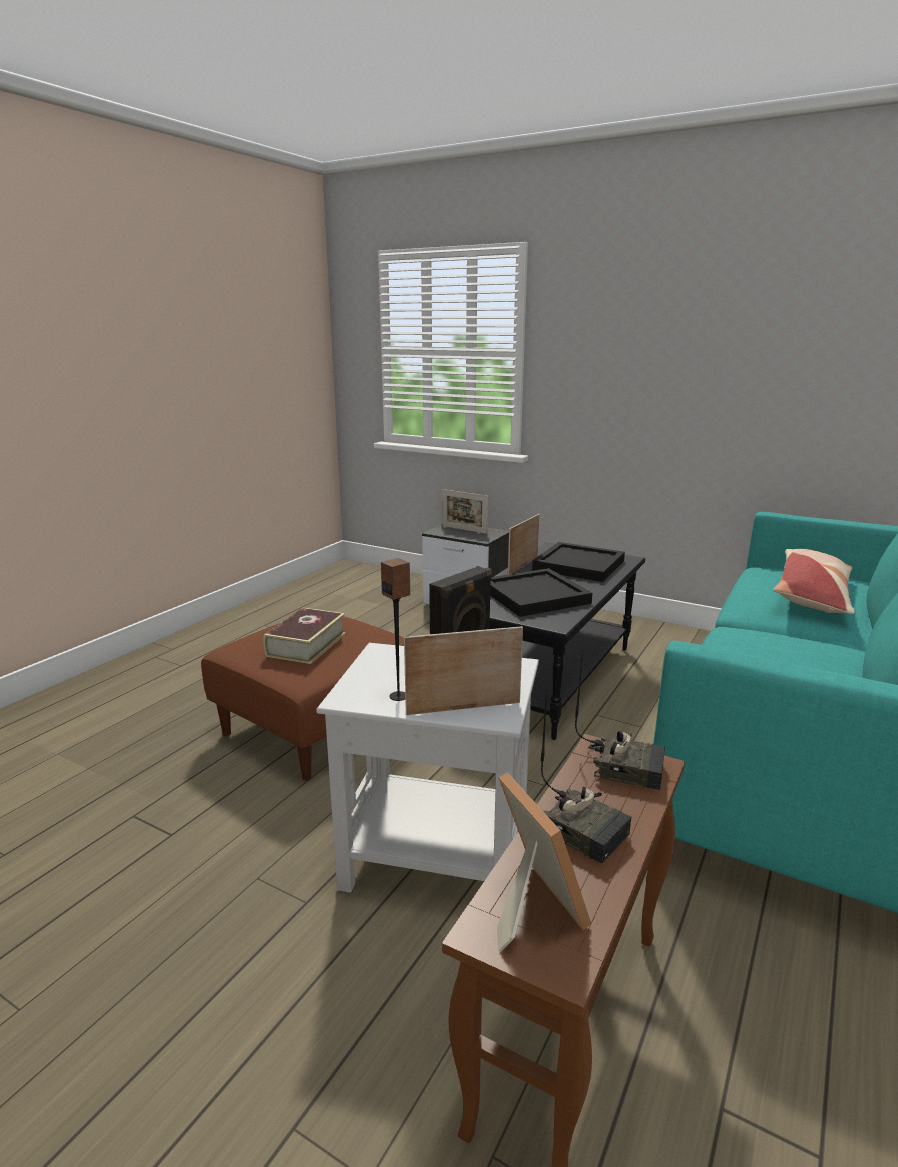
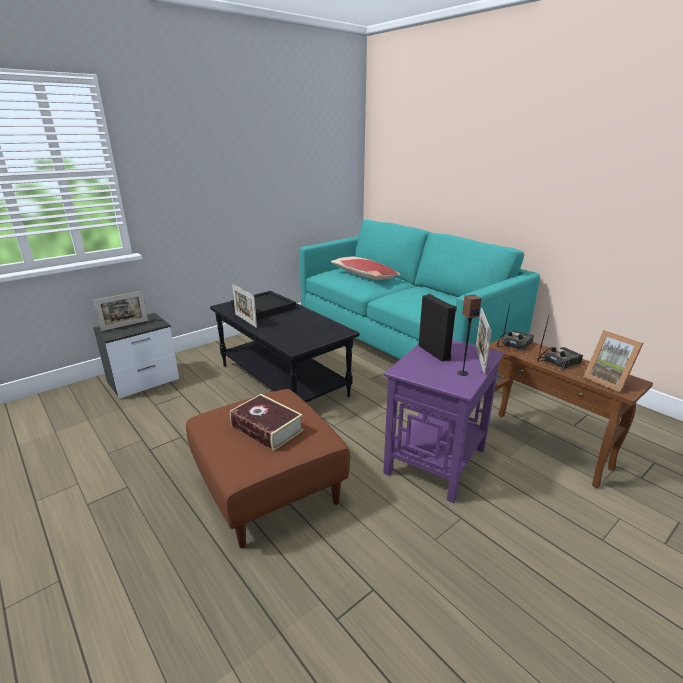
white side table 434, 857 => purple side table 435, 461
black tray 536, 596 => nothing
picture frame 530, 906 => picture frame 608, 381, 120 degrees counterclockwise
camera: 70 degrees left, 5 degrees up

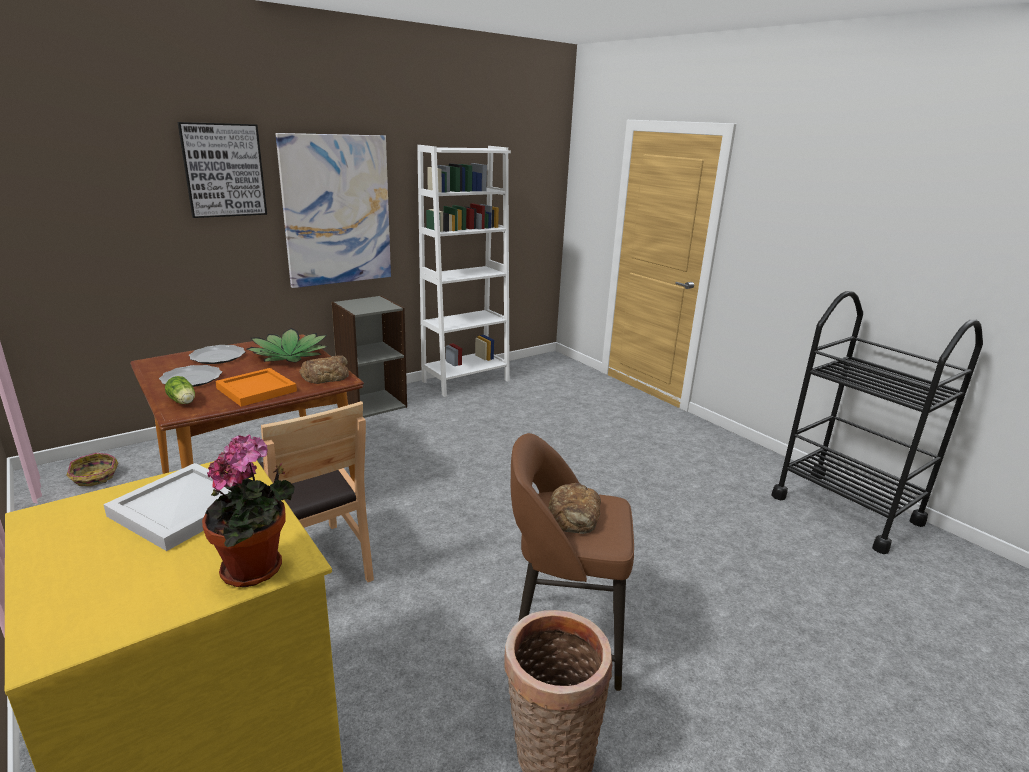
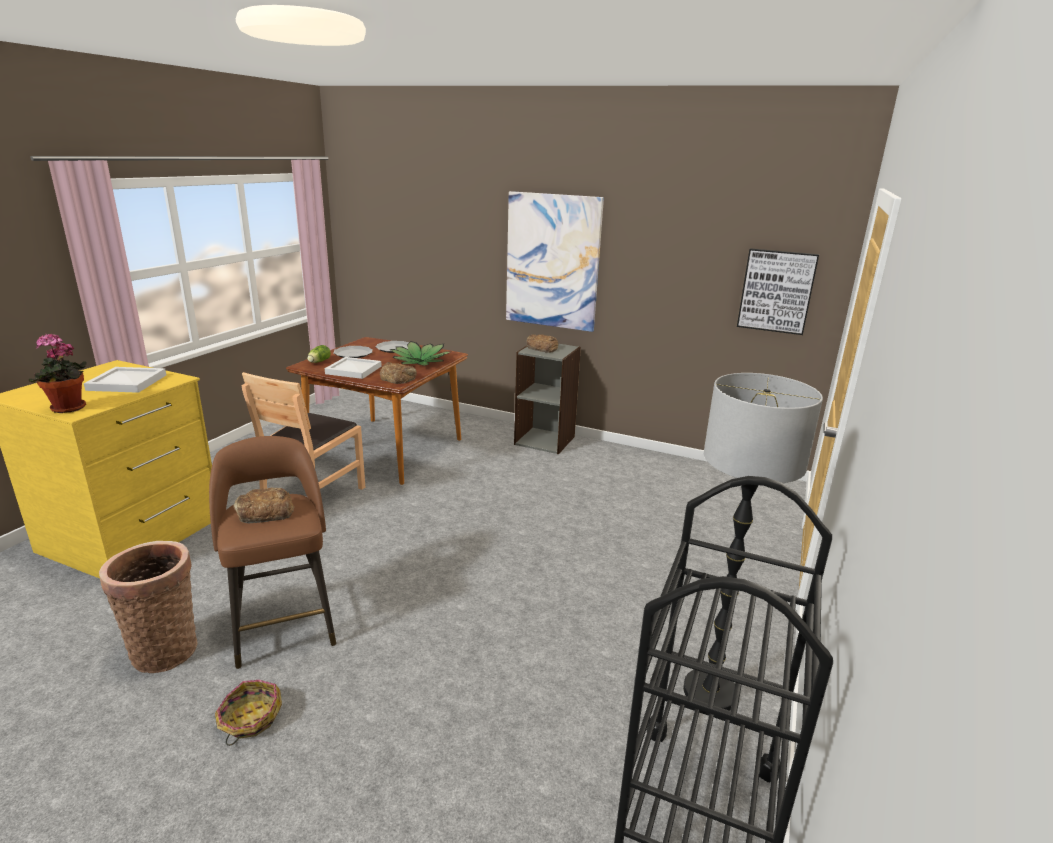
basket 94, 478 => basket 250, 719, moved
picture 224, 170 => picture 776, 291, moved
orange tray 255, 389 => white tray 353, 370
white bookcase 465, 381 => nothing
nothing => bread 542, 348
nothing => floor lamp 709, 692
camera: 60 degrees right, 0 degrees up

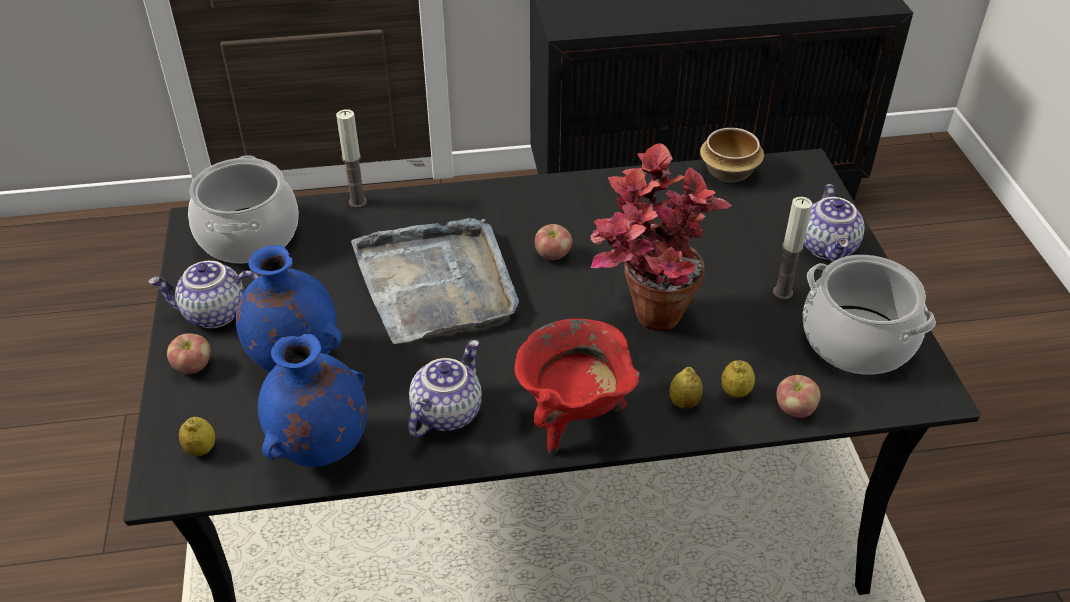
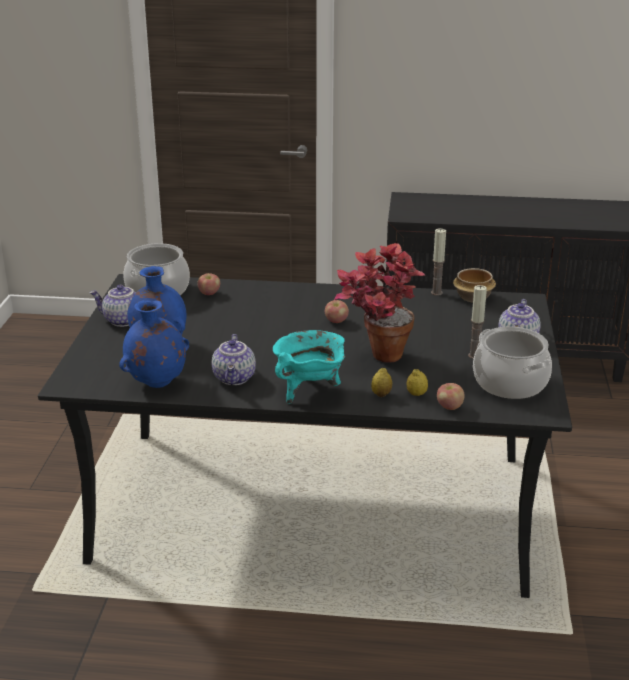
apple 193, 367 => apple 209, 293, moved
lemon 201, 449 => nothing
candle 357, 202 => candle 436, 292, moved
grey tray 437, 284 => nothing
teapot 445, 412 => teapot 235, 378, 135 degrees clockwise
red cooking pot 573, 417 => turquoise cooking pot 310, 391
camera: 15 degrees right, 15 degrees down

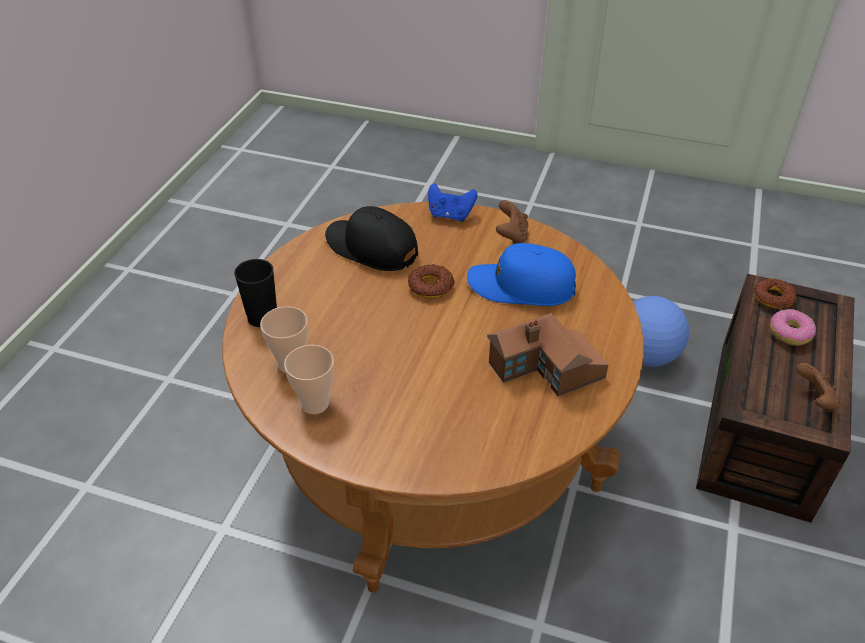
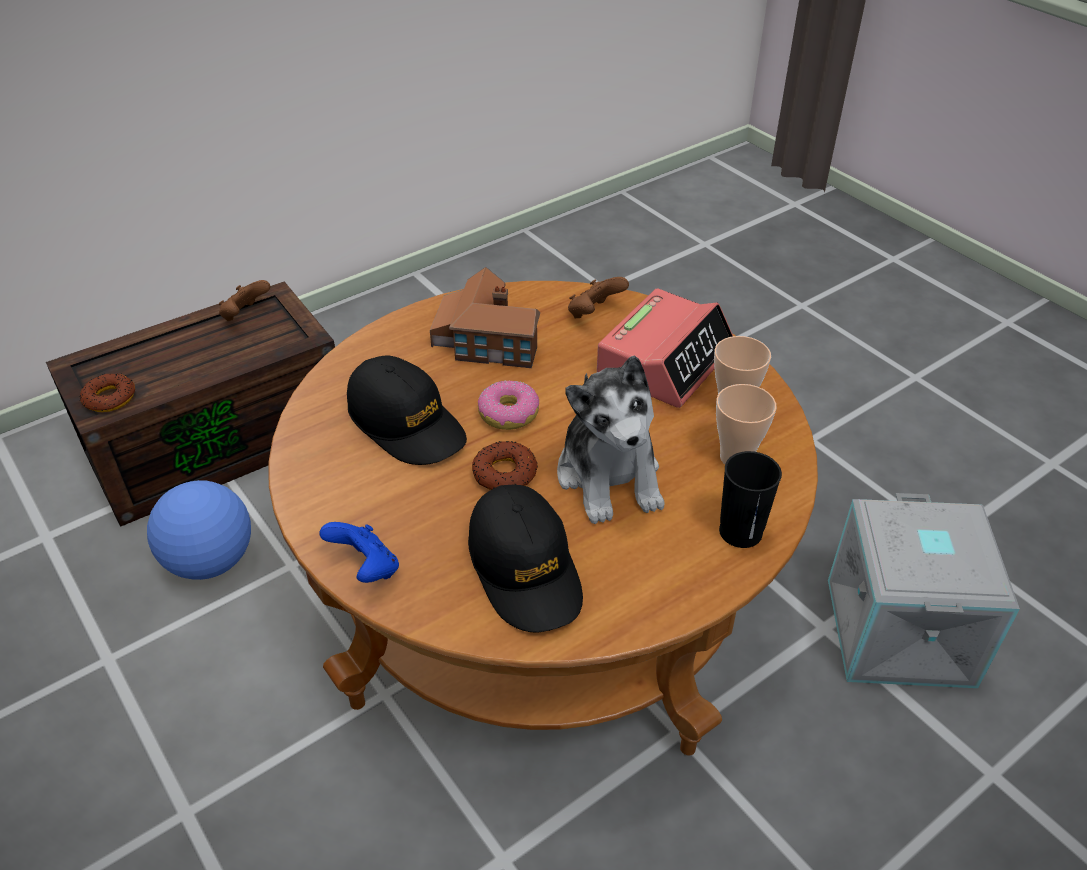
blue cap 521, 286 => black cap 407, 423
brown game controller 511, 236 => brown game controller 594, 314, moved
donut 789, 333 => donut 508, 414, moved
nothing => plush toy 610, 476
nothing => alarm clock 665, 360
nothing => grey storage box 902, 632
camera: 145 degrees left, 0 degrees up

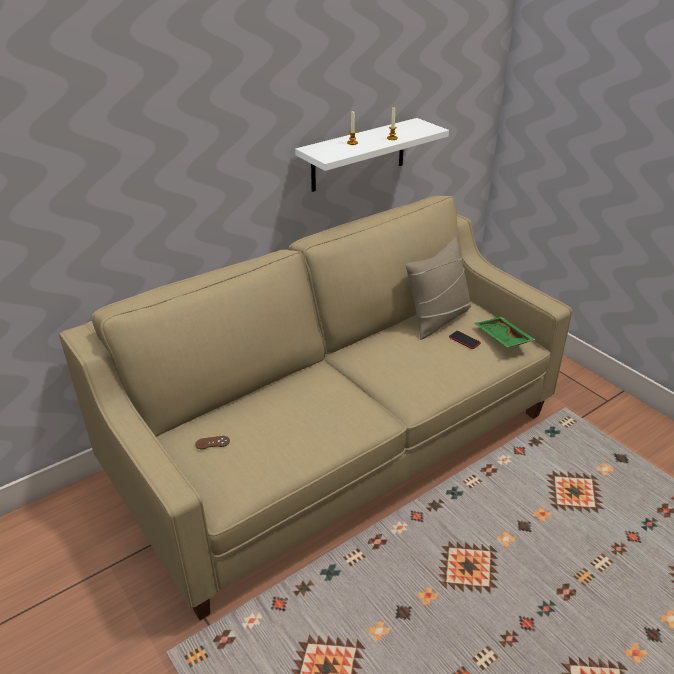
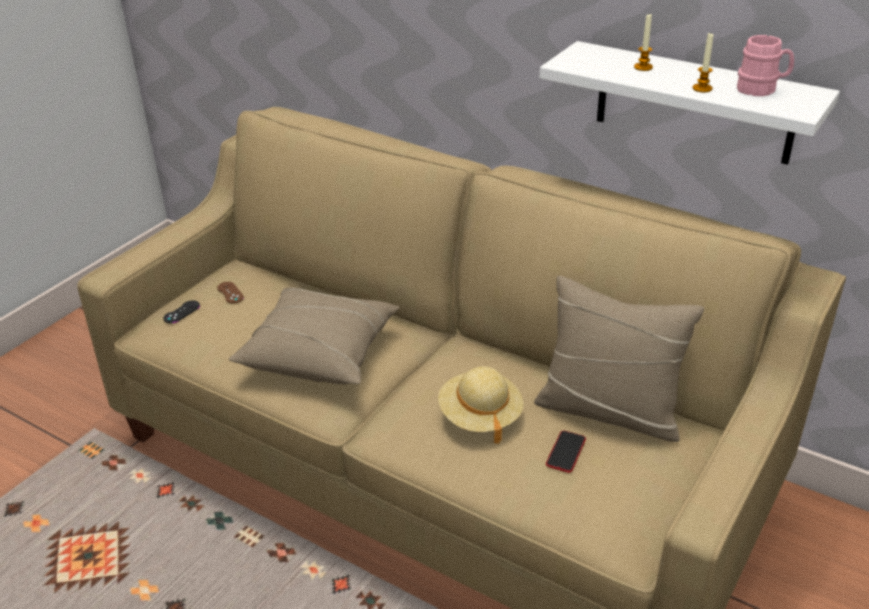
green tray 501, 338 => nothing
nothing => black game controller 181, 312
nothing => beige pillow 320, 353
nothing => beige hat 480, 416
nothing => pink mug 761, 89
camera: 70 degrees right, 0 degrees up

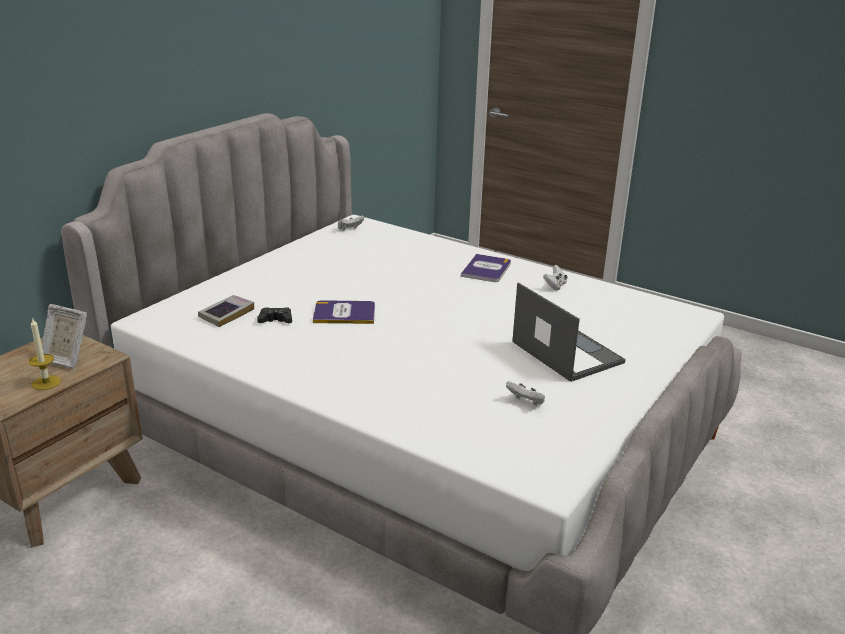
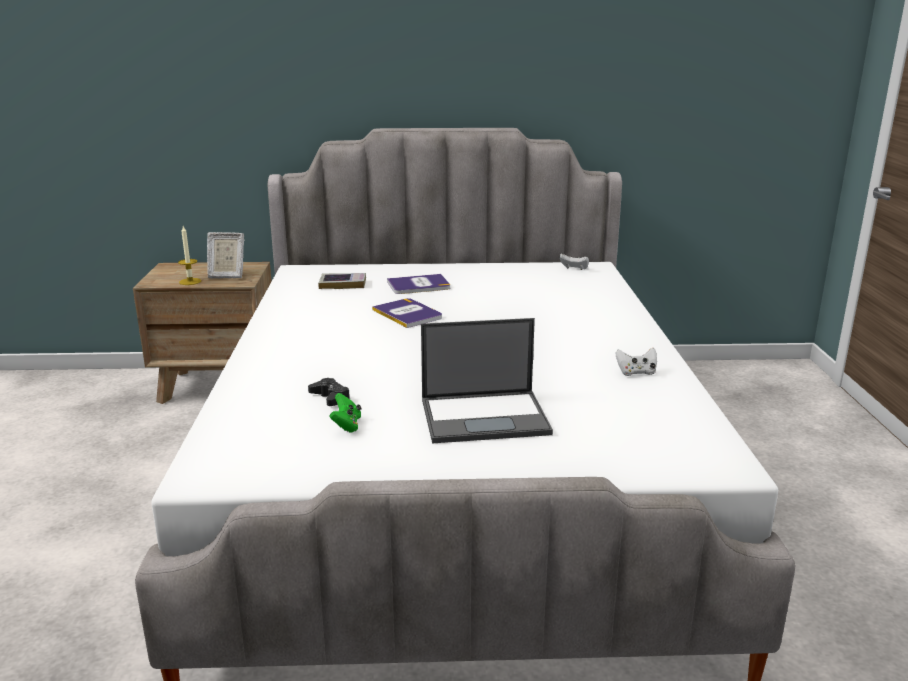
picture frame 66, 359 => picture frame 226, 275, 75 degrees counterclockwise
black game controller 275, 320 => black game controller 330, 397, moved
book 486, 269 => book 418, 285, moved
white game controller 526, 402 => green game controller 346, 425
laptop 565, 352 => laptop 486, 416, 60 degrees clockwise
camera: 55 degrees right, 5 degrees down

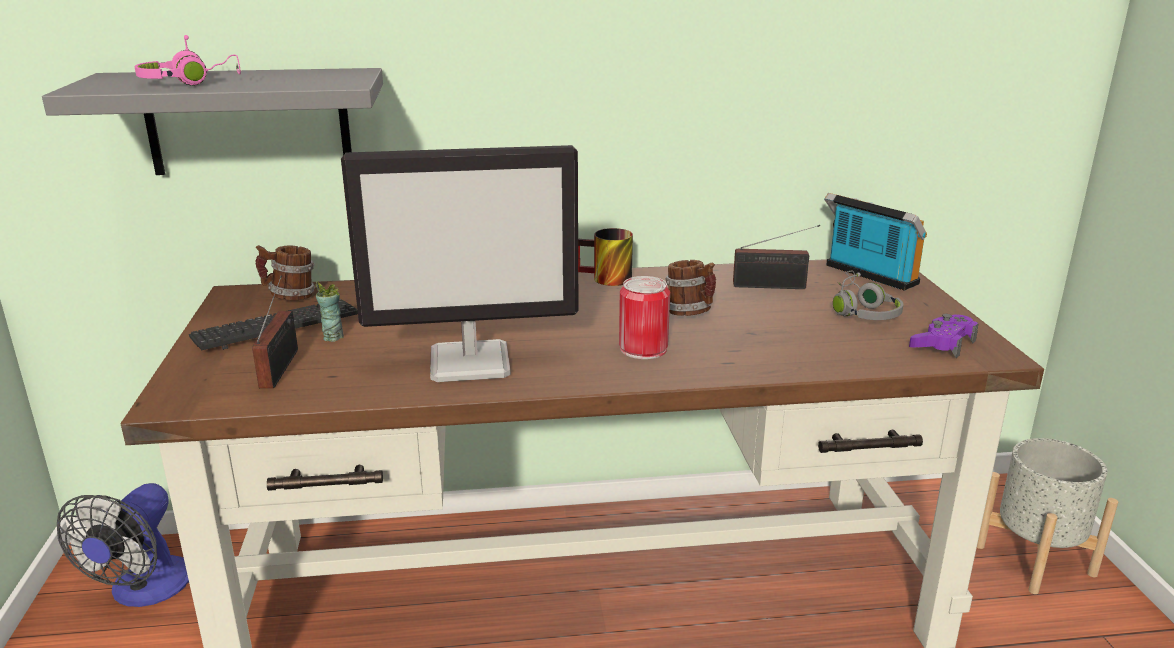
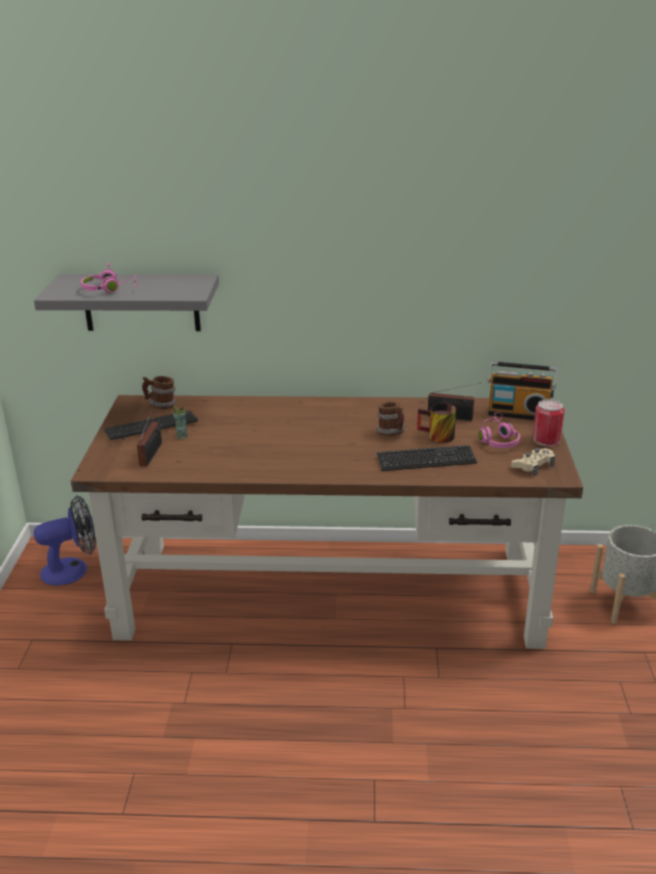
fan 144, 591 => fan 73, 569, 135 degrees counterclockwise
monitor 472, 363 => nothing
mug 604, 279 => mug 436, 436, moved
can 643, 348 => can 546, 439, moved
radio 868, 275 => radio 518, 413, 135 degrees clockwise
grey headphones 861, 311 => pink headphones 498, 439
purple game controller 942, 343 => beige game controller 533, 466
nothing => keyboard 426, 460
camera: 10 degrees right, 5 degrees up

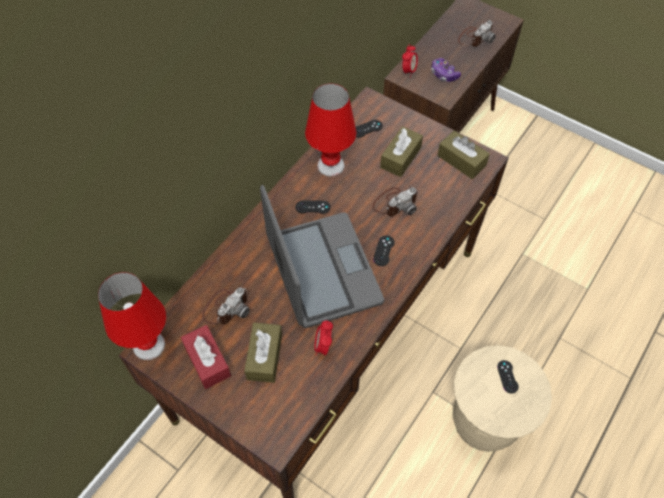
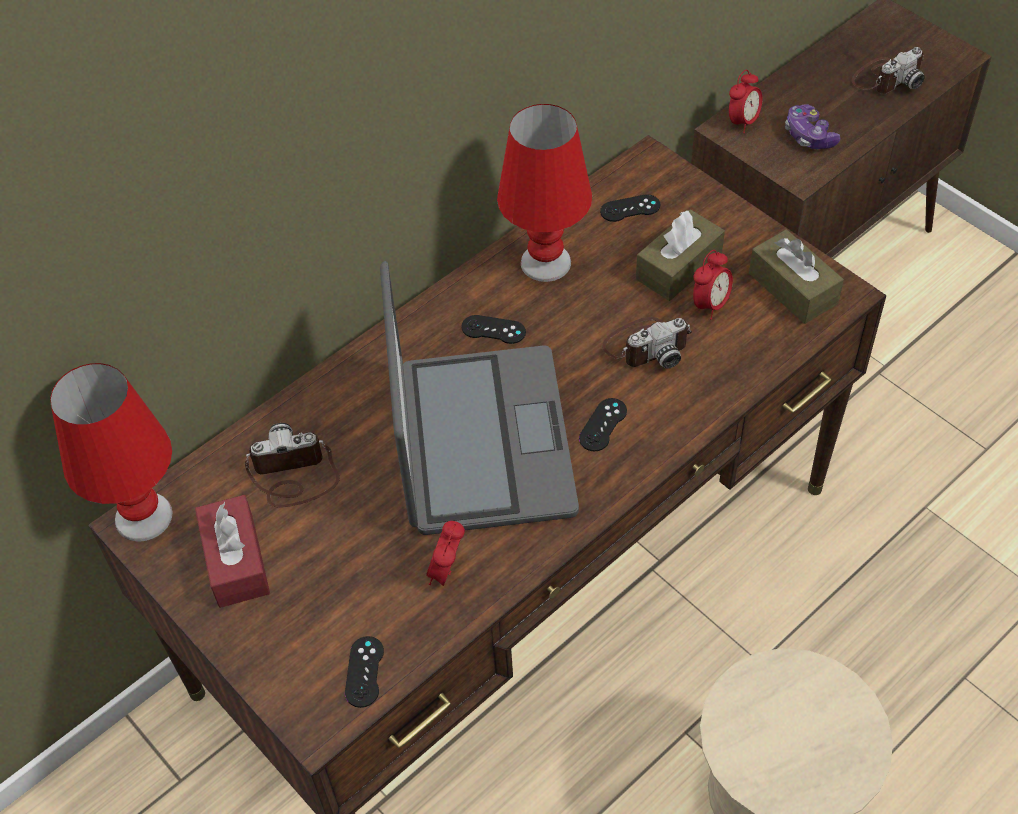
photo camera 226, 307 => photo camera 293, 476, 150 degrees counterclockwise
brown tissue box 264, 357 => nothing
black game controller 507, 376 => black game controller 364, 672, moved
nothing => alarm clock 710, 304
camera: 15 degrees right, 5 degrees down

